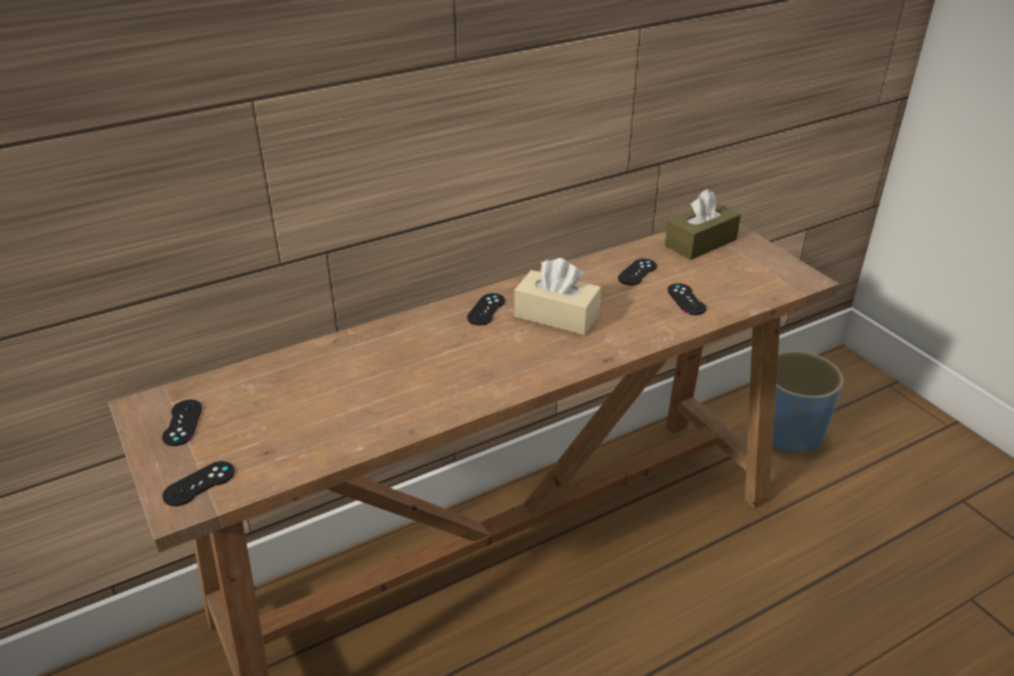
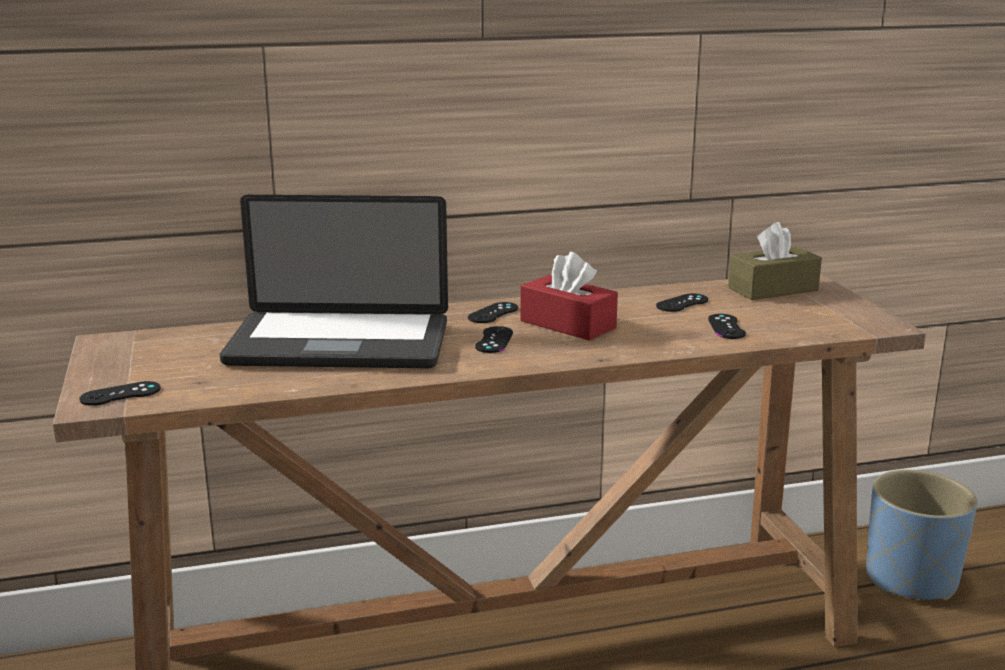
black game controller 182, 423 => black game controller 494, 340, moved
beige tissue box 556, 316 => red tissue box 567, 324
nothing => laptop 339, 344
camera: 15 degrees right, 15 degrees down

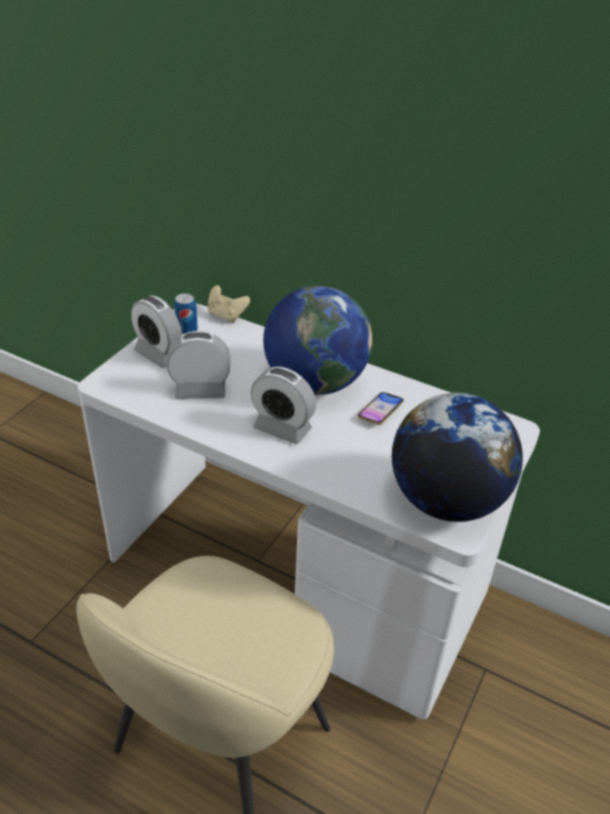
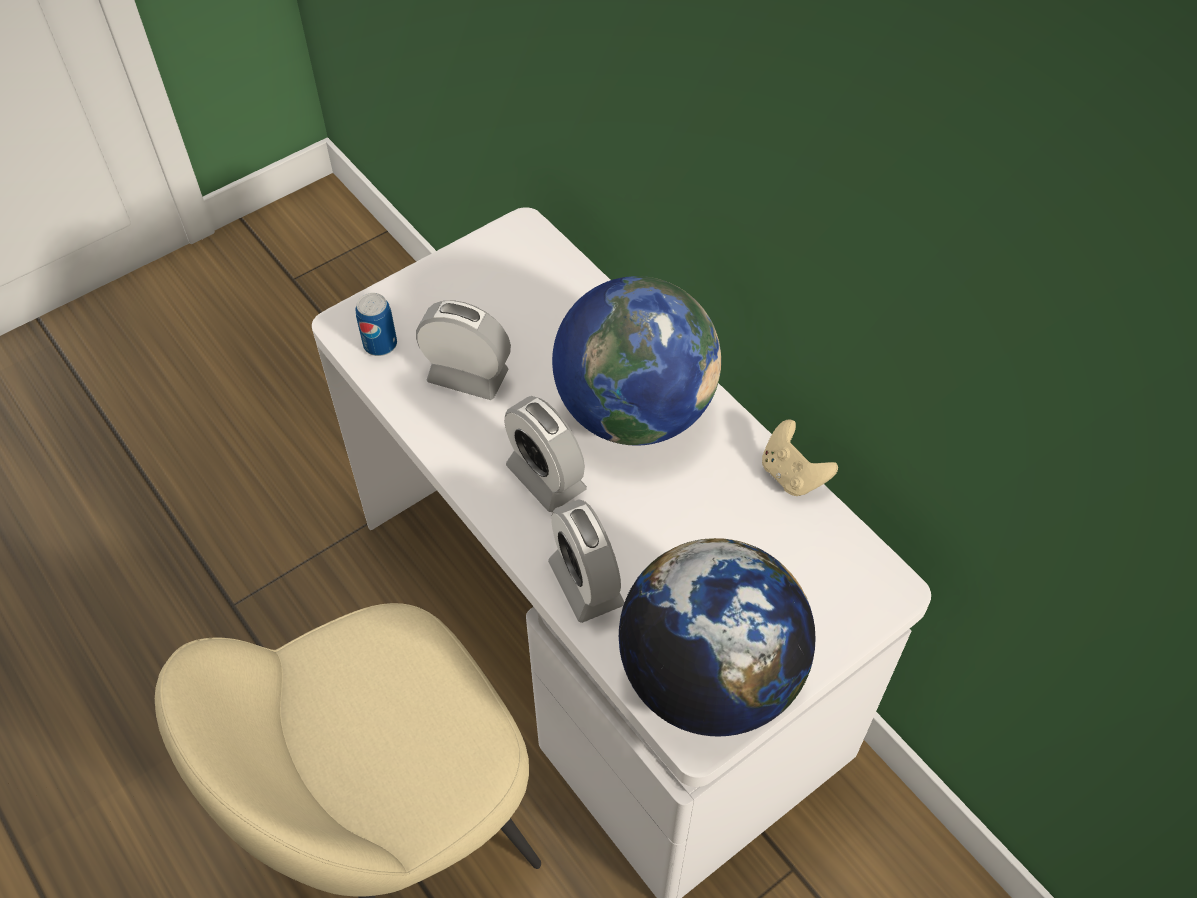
alarm clock 159, 354 => alarm clock 586, 583, moved
can 187, 331 => can 380, 344, moved
beige game controller 226, 315 => beige game controller 792, 475, moved
phone 380, 411 => nothing
camera: 25 degrees right, 15 degrees up

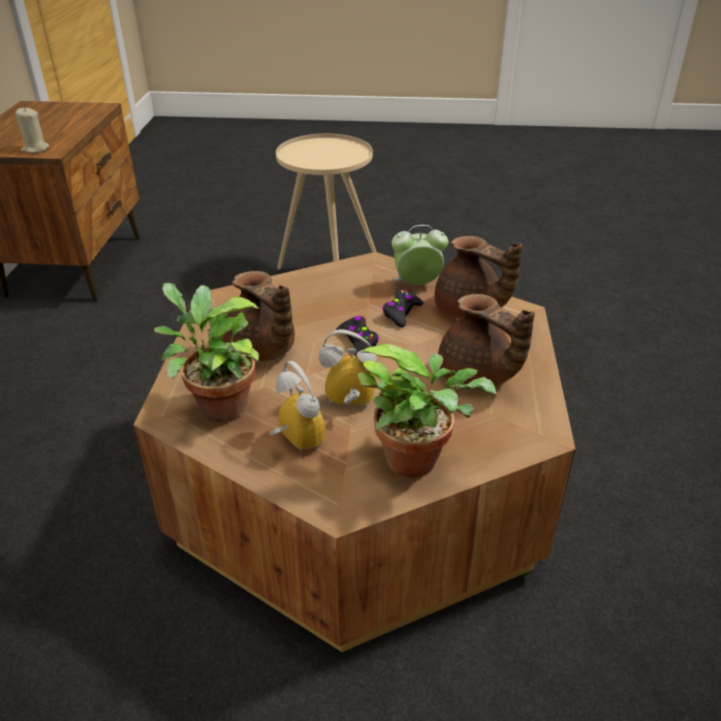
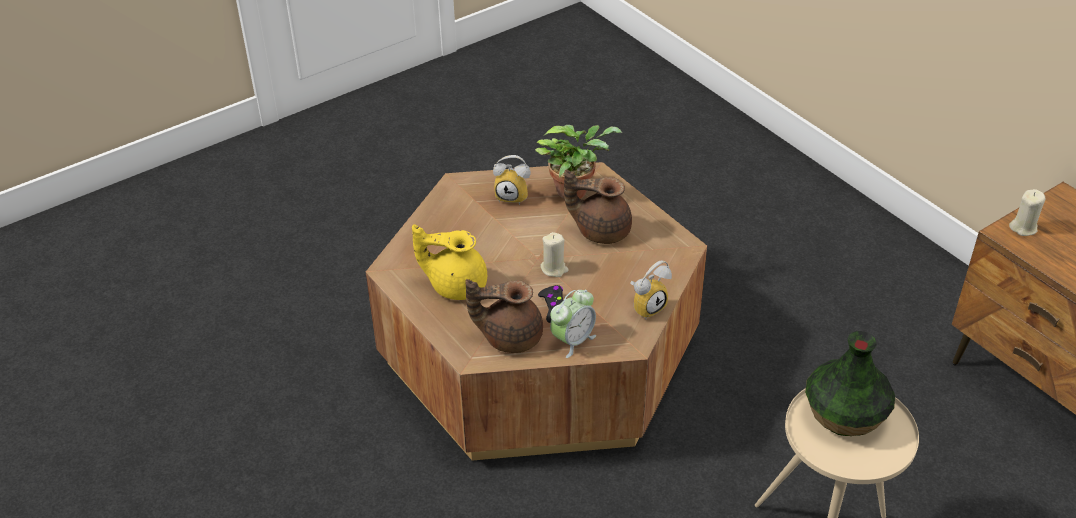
alarm clock 348, 405 => alarm clock 647, 306, moved
black game controller 358, 341 => beige candle 554, 269
potted plant 418, 461 => nothing
brown teapot 476, 377 => yellow teapot 456, 284
nothing => vase 845, 415
camera: 140 degrees right, 5 degrees up

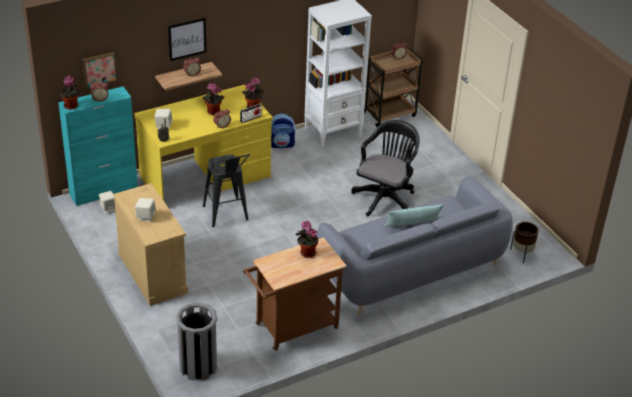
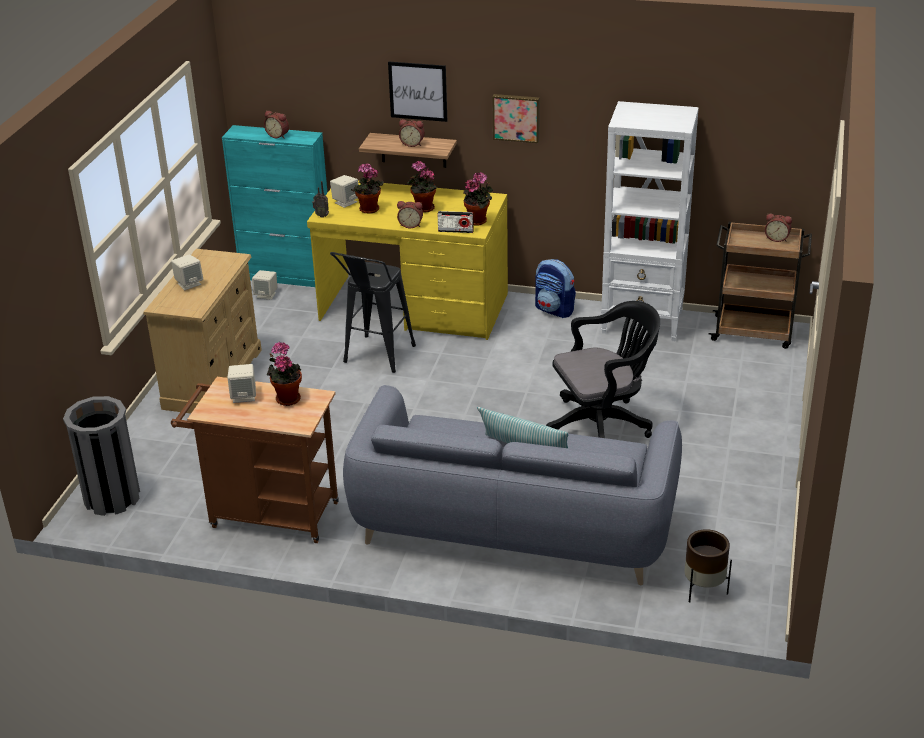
potted plant 71, 106 => potted plant 368, 210, moved
picture 99, 69 => picture 516, 117, moved
nothing => beige speaker 244, 396
camera: 45 degrees right, 5 degrees down

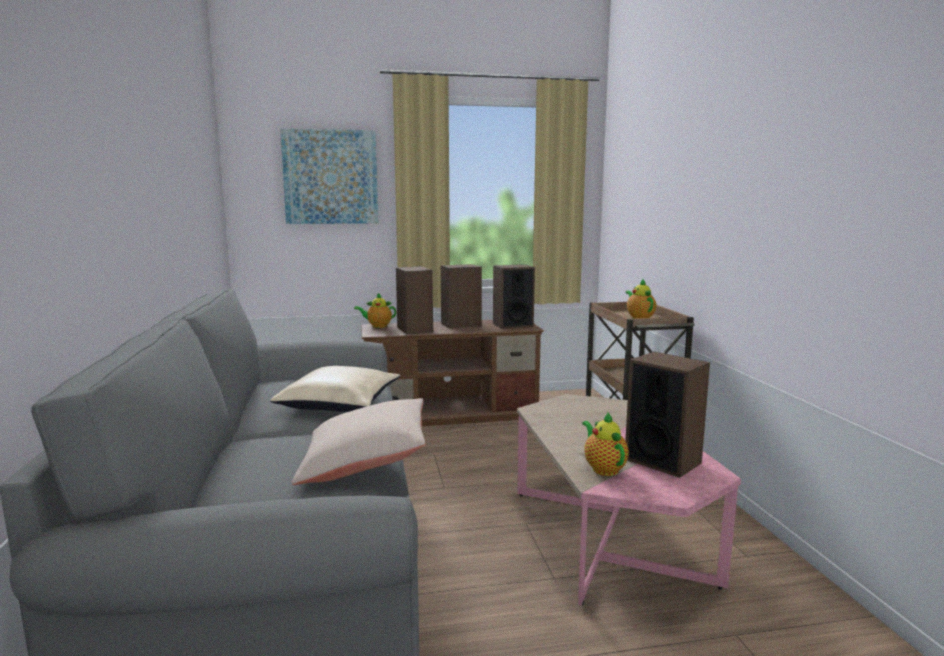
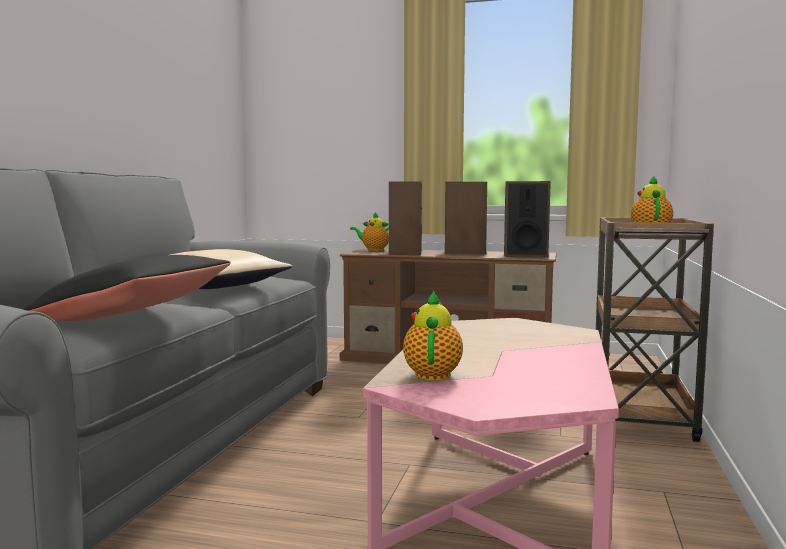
picture 330, 177 => nothing
beige pillow 365, 462 => black pillow 132, 316
speaker 662, 460 => nothing
camera: 25 degrees right, 5 degrees down

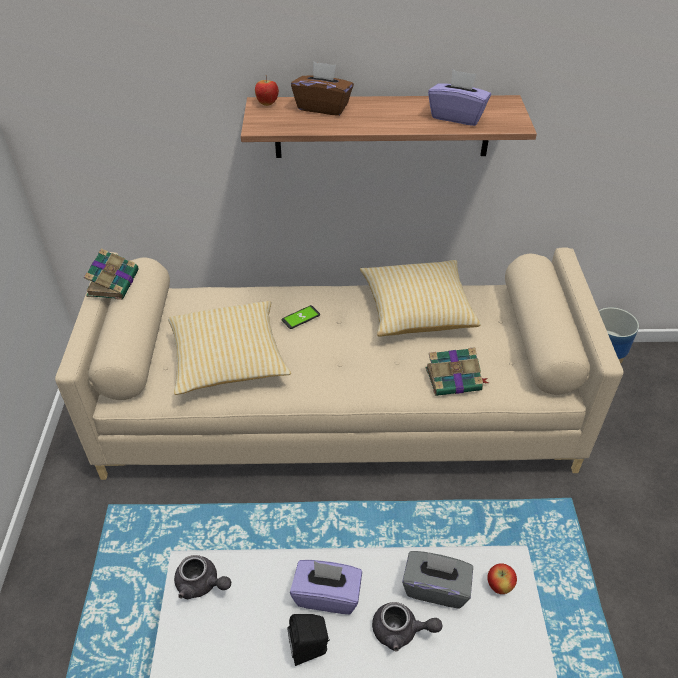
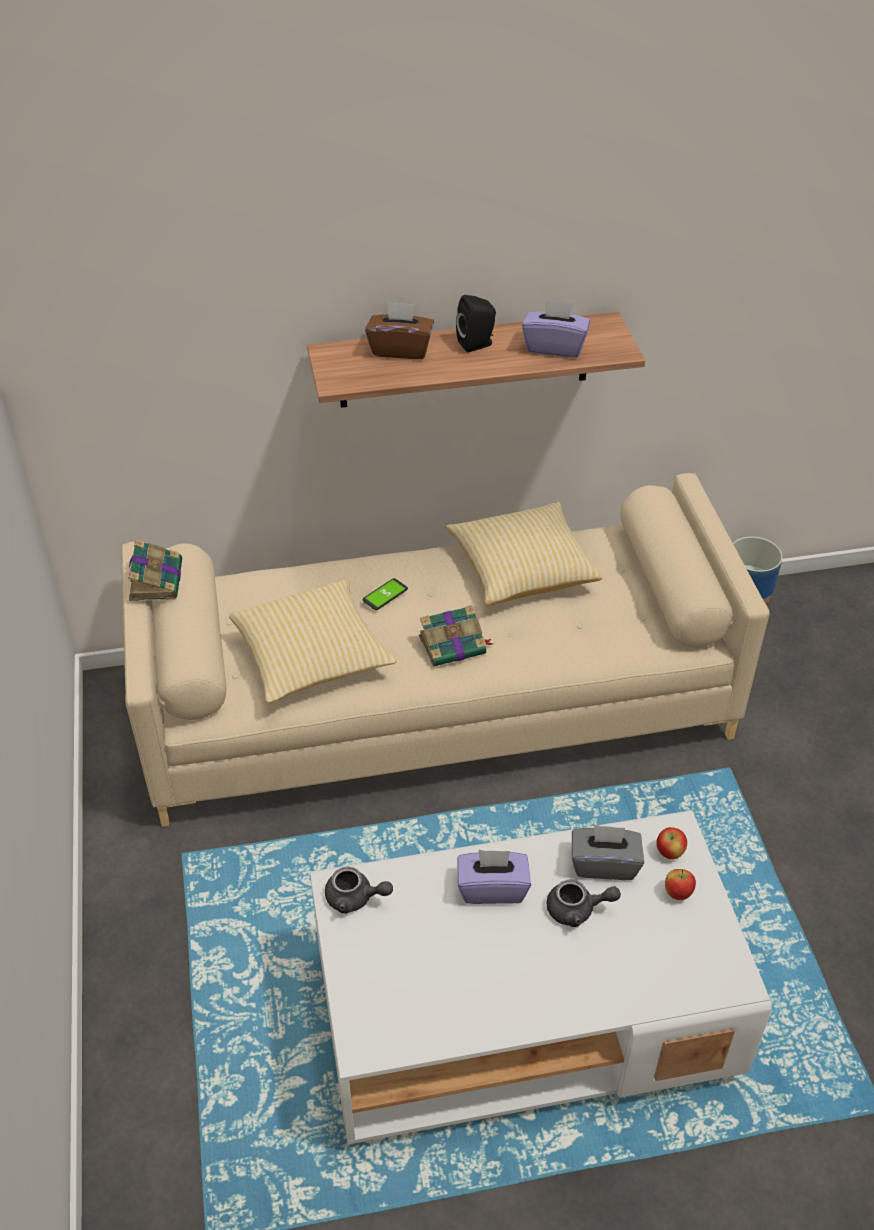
apple 267, 104 => apple 677, 893, moved
black speaker 311, 649 => black speaker 477, 344, moved
book 454, 379 => book 454, 645, moved
camera: 10 degrees left, 0 degrees up

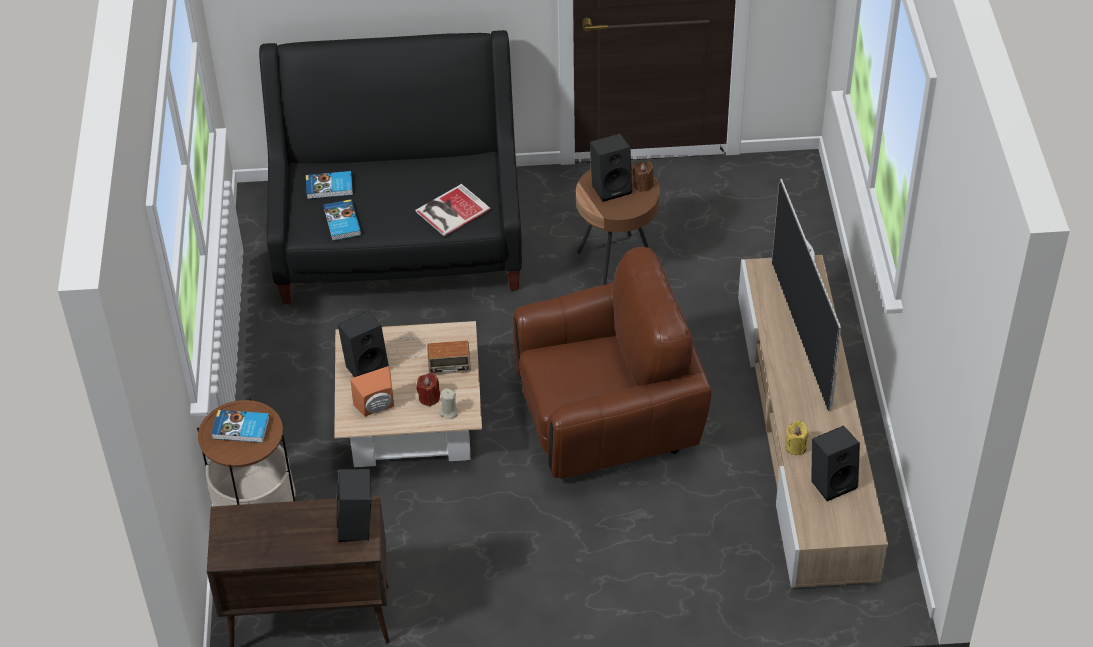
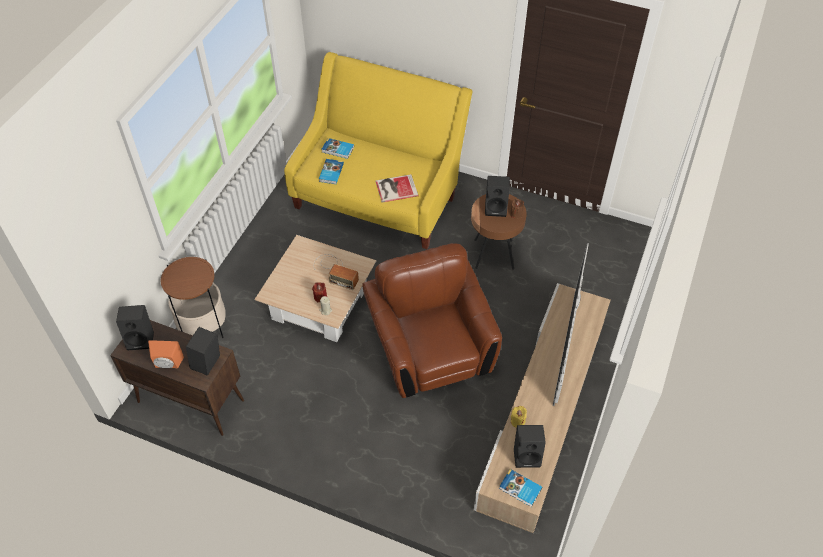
book 241, 429 => book 520, 489, moved
black sofa 399, 242 => yellow sofa 378, 196
black speaker 366, 366 => black speaker 141, 339, moved
orange speaker 377, 407 => orange speaker 167, 364, moved
brown armchair 608, 419 => brown armchair 430, 350, 120 degrees counterclockwise
camera: 25 degrees right, 5 degrees up

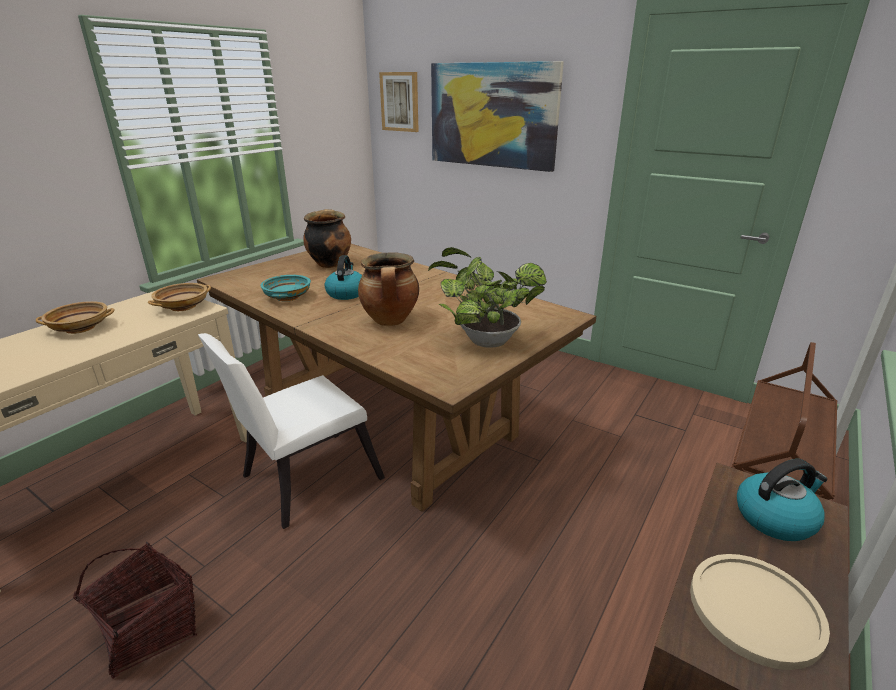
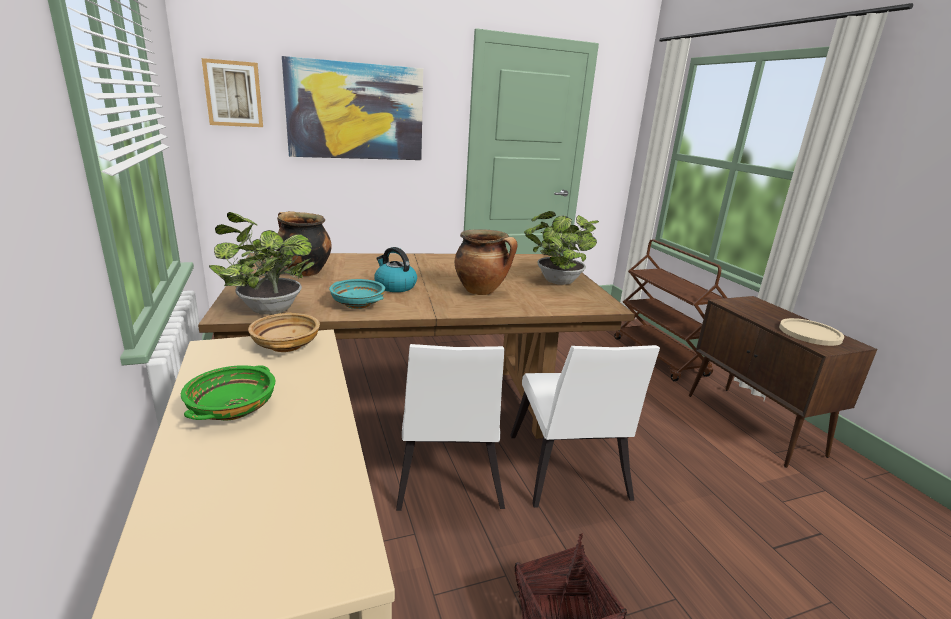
beige bowl 81, 328 => green bowl 232, 408
kettle 775, 517 => nothing
nothing => potted plant 267, 309
nothing => white chair 567, 472
camera: 55 degrees left, 5 degrees down

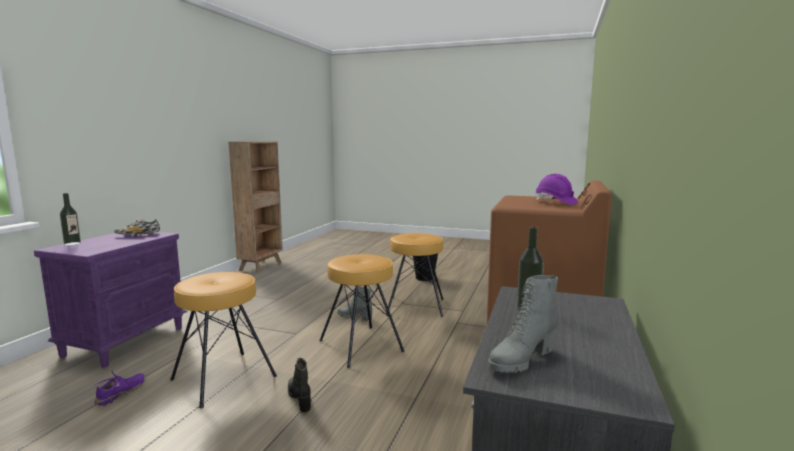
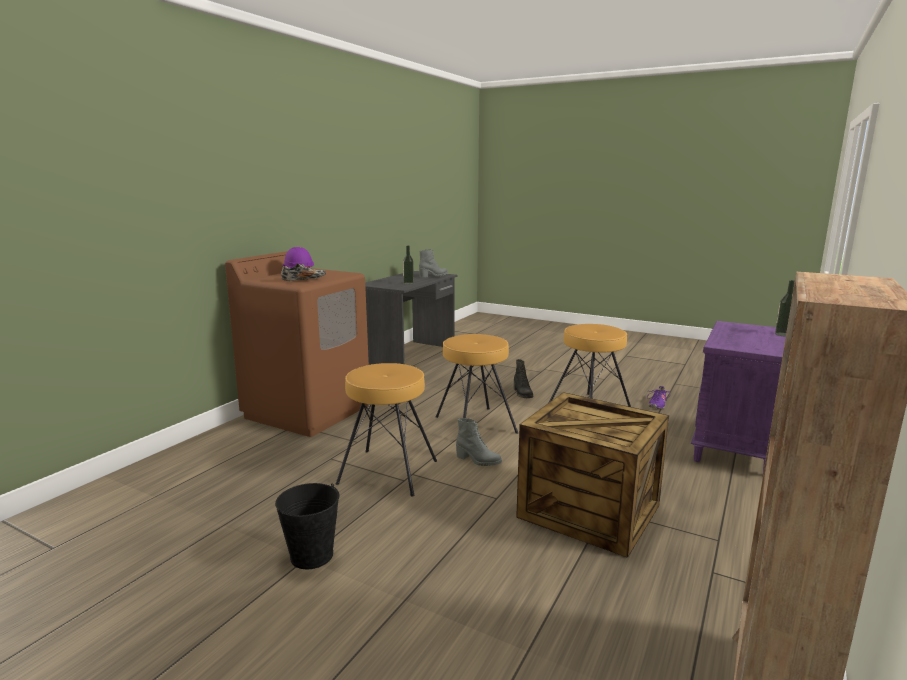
shoe 138, 235 => shoe 304, 280, moved
nothing => crate 590, 510
camera: 170 degrees left, 5 degrees up

